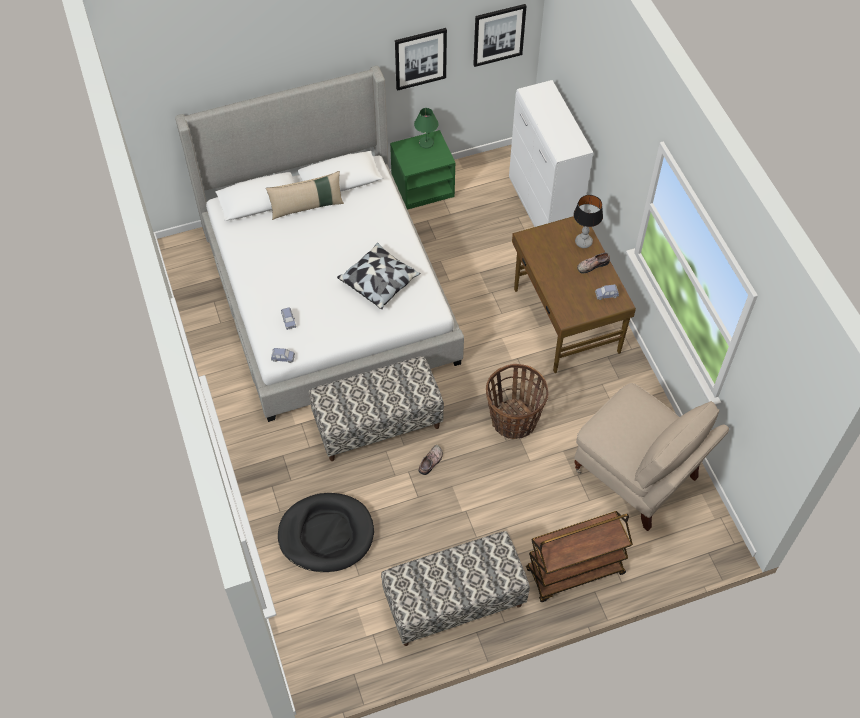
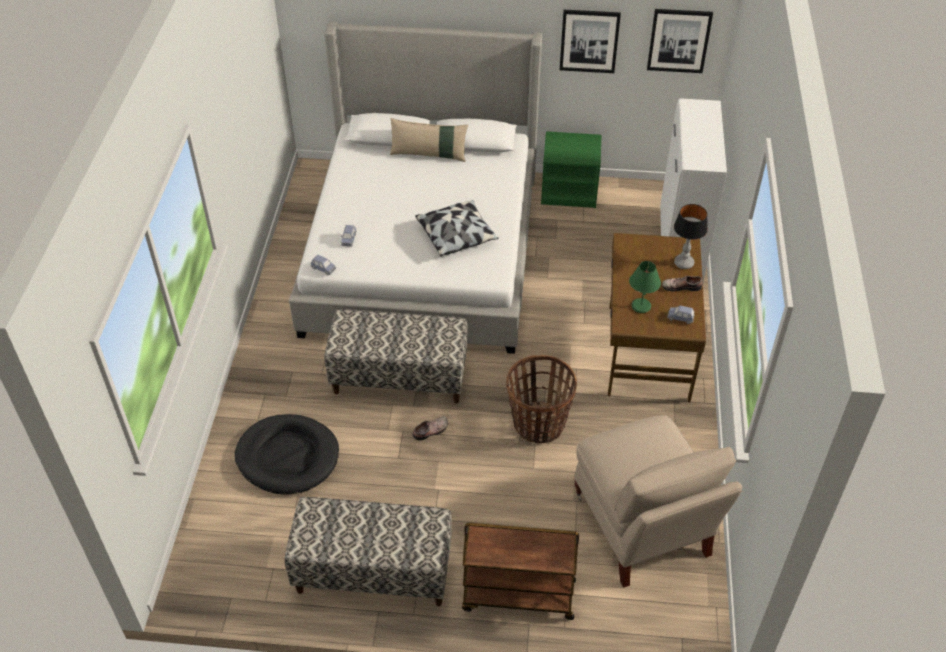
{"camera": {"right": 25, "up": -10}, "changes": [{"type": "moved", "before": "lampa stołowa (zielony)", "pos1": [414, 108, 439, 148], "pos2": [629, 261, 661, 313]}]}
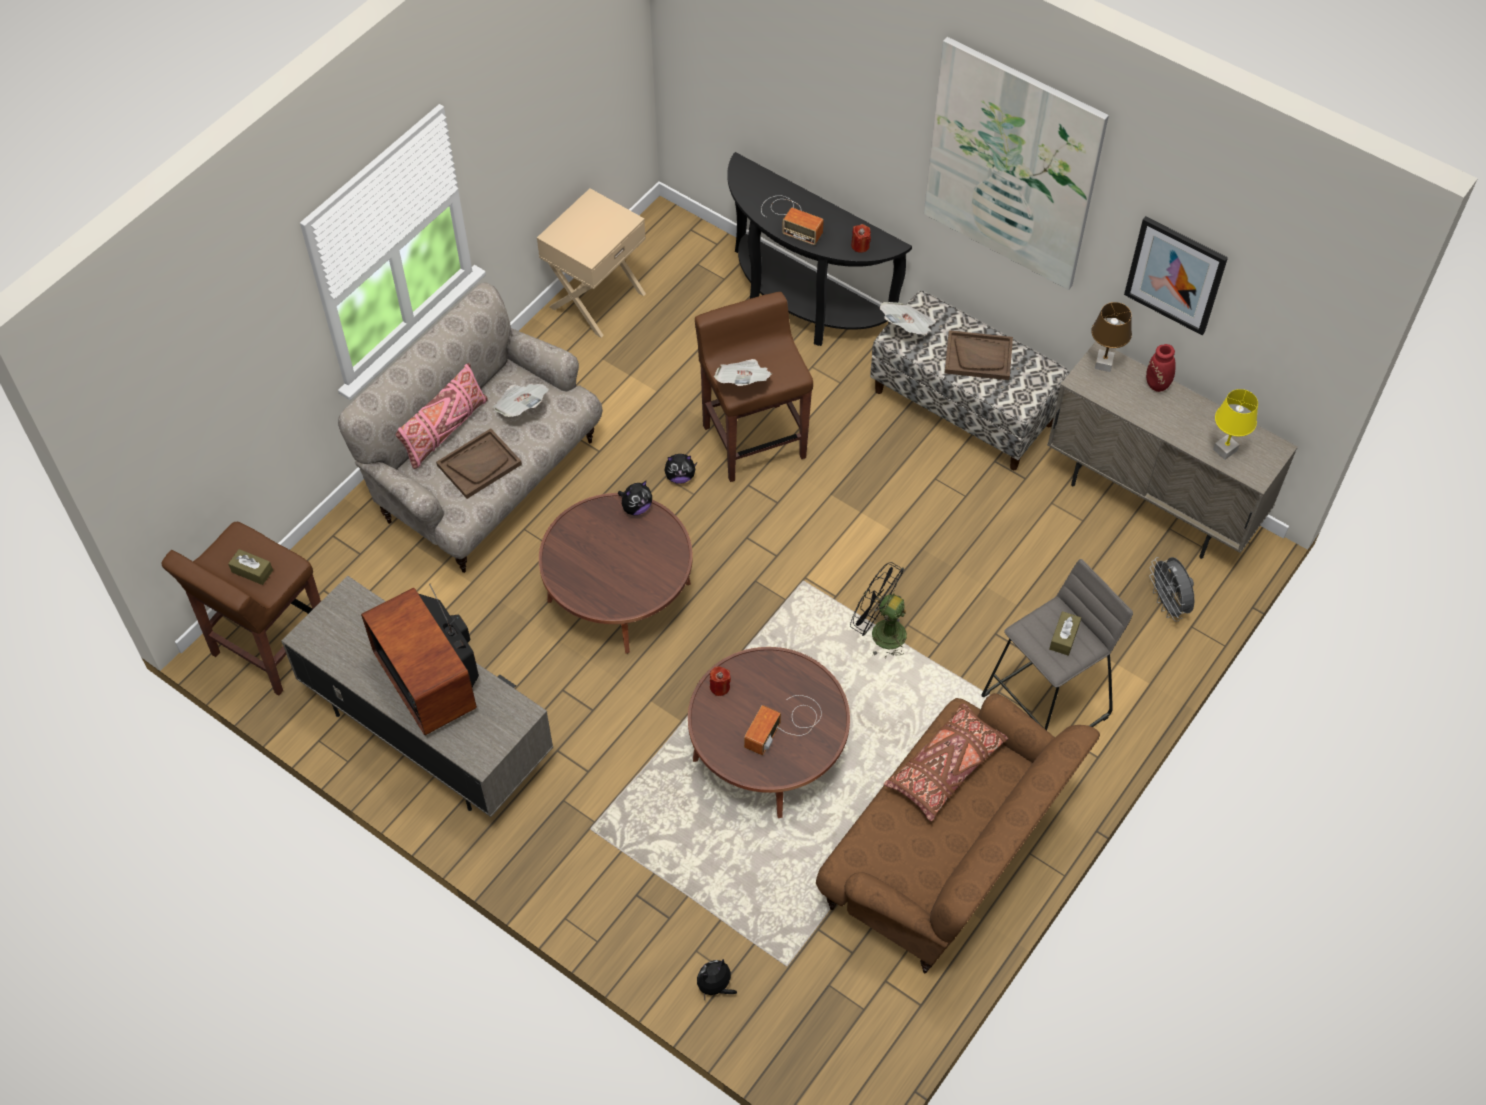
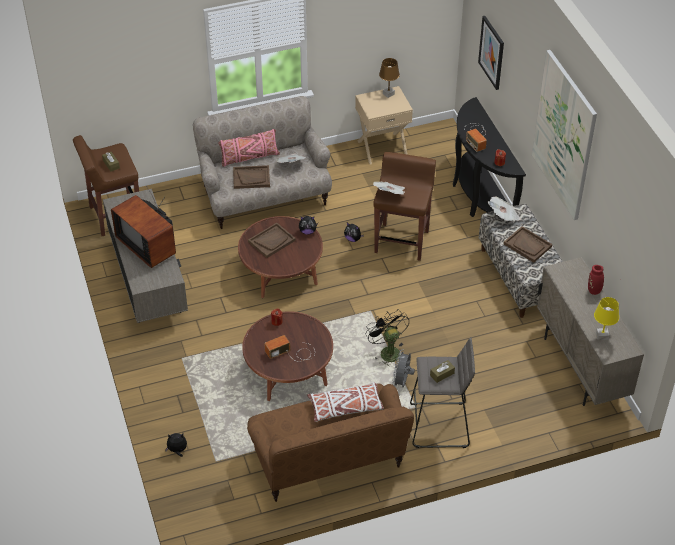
{"camera": {"right": 35, "up": -10}, "changes": [{"type": "turned", "before": "telewizor", "pos1": [361, 584, 479, 735], "pos2": [111, 187, 176, 268], "turn": -45}, {"type": "added", "after": "taca (brązowy)", "pos2": [248, 223, 296, 258]}, {"type": "recoloured", "before": "poduszka (brązowy)", "after": "poduszka (biały)", "pos1": [884, 704, 1008, 821], "pos2": [307, 382, 384, 422]}, {"type": "moved", "before": "lampa stołowa (brązowy)", "pos1": [1091, 302, 1132, 372], "pos2": [379, 58, 400, 98]}, {"type": "moved", "before": "wentylator (szary)", "pos1": [1149, 557, 1195, 622], "pos2": [392, 349, 415, 387]}, {"type": "moved", "before": "obraz", "pos1": [1124, 216, 1228, 335], "pos2": [478, 16, 504, 90]}]}
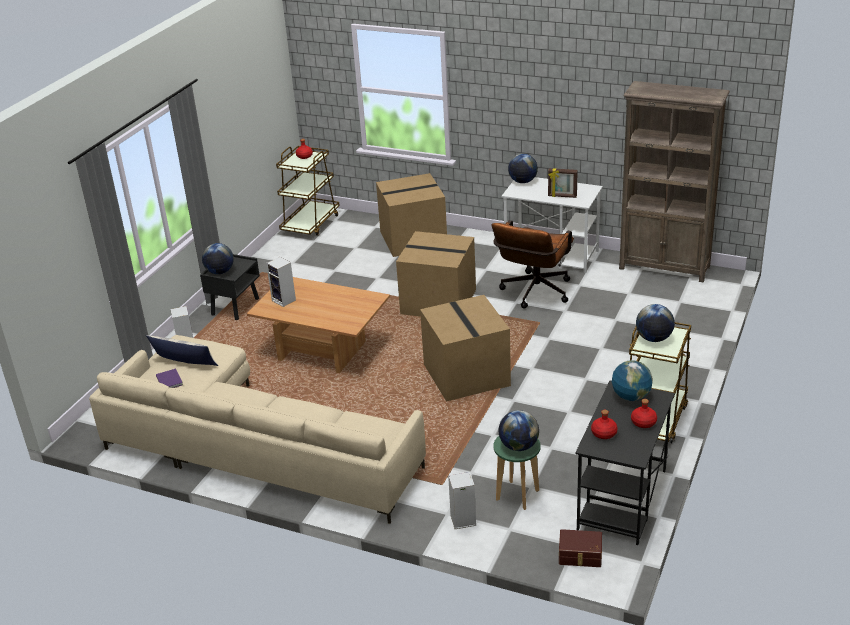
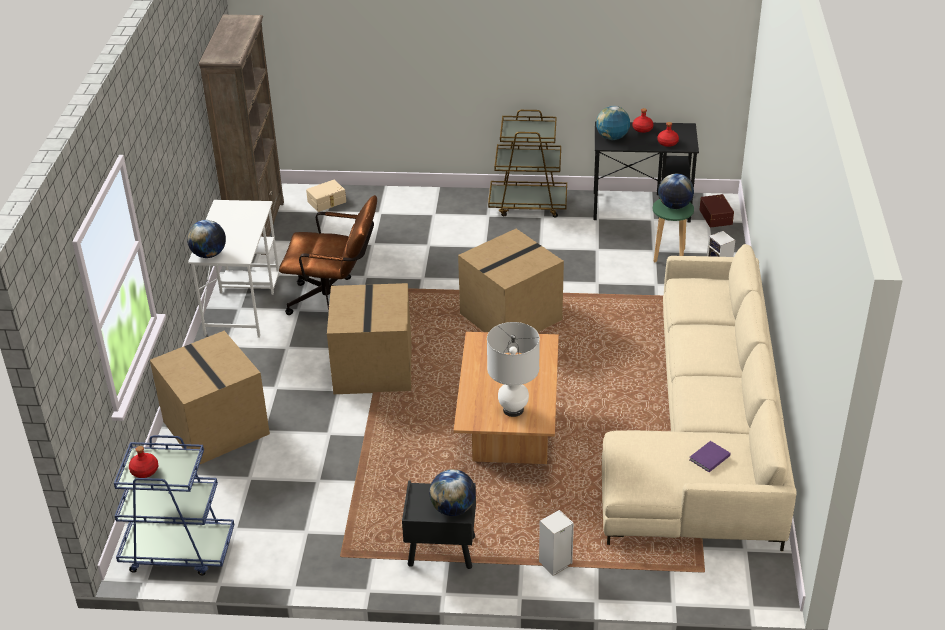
{"camera": {"right": -110, "up": 5}, "changes": [{"type": "recoloured", "before": "wózek (brązowy)", "after": "wózek (niebieski)", "pos1": [276, 146, 340, 236], "pos2": [114, 435, 234, 576]}, {"type": "added", "after": "pojemnik do przechowywania (beżowy)", "pos2": [306, 180, 346, 212]}, {"type": "replaced", "before": "głośnik", "after": "lampa stołowa (biały)", "pos1": [266, 257, 296, 307], "pos2": [487, 322, 540, 417]}, {"type": "removed", "before": "poduszka", "pos1": [146, 335, 218, 366]}, {"type": "removed", "before": "ramka na zdjęcie", "pos1": [548, 168, 578, 198]}, {"type": "removed", "before": "globus", "pos1": [636, 304, 675, 342]}]}
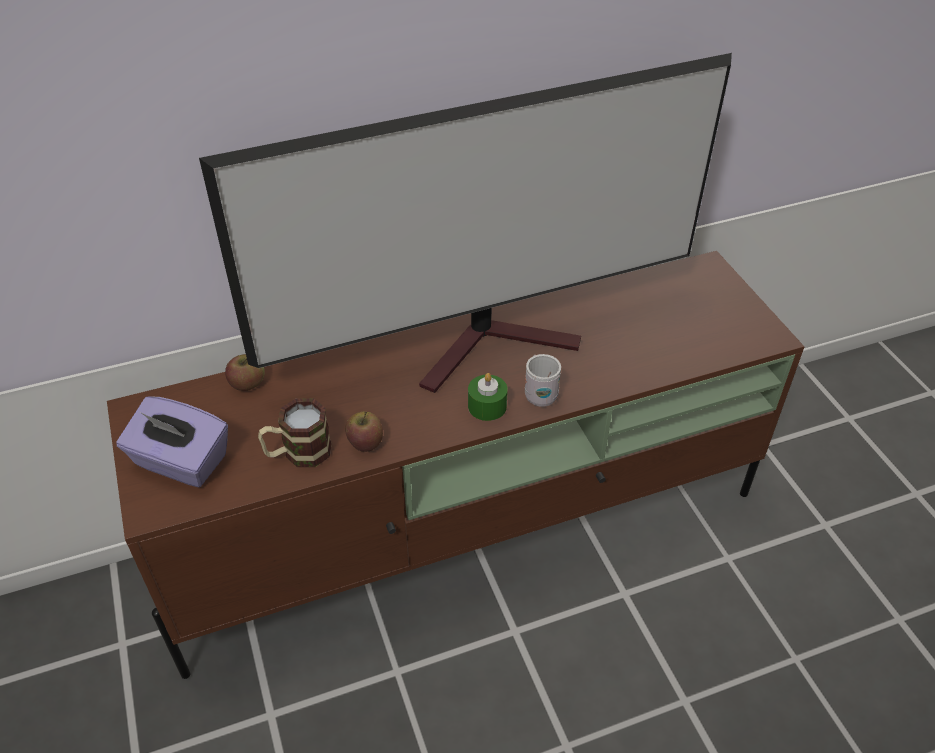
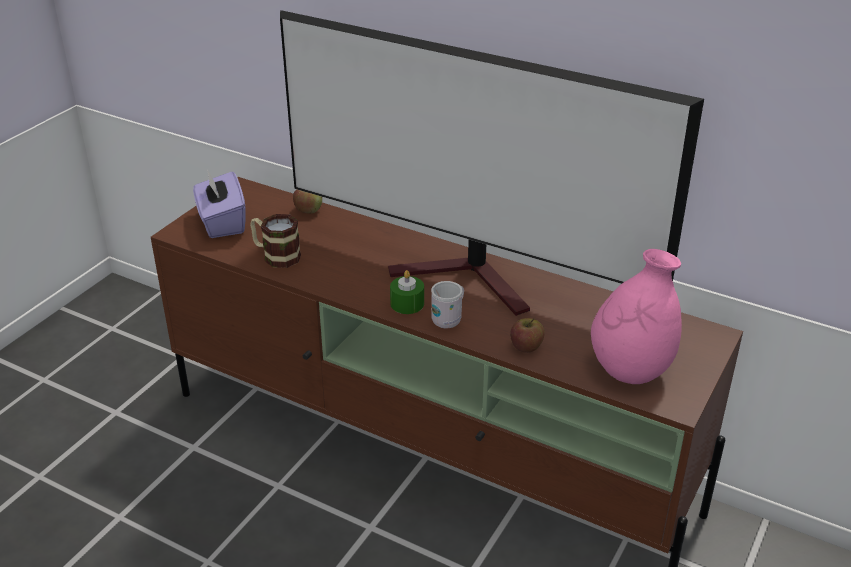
{"camera": {"right": 50, "up": -10}, "changes": [{"type": "moved", "before": "jabłko", "pos1": [345, 412, 383, 452], "pos2": [510, 318, 545, 353]}, {"type": "added", "after": "wazon (różowy)", "pos2": [591, 249, 682, 384]}]}
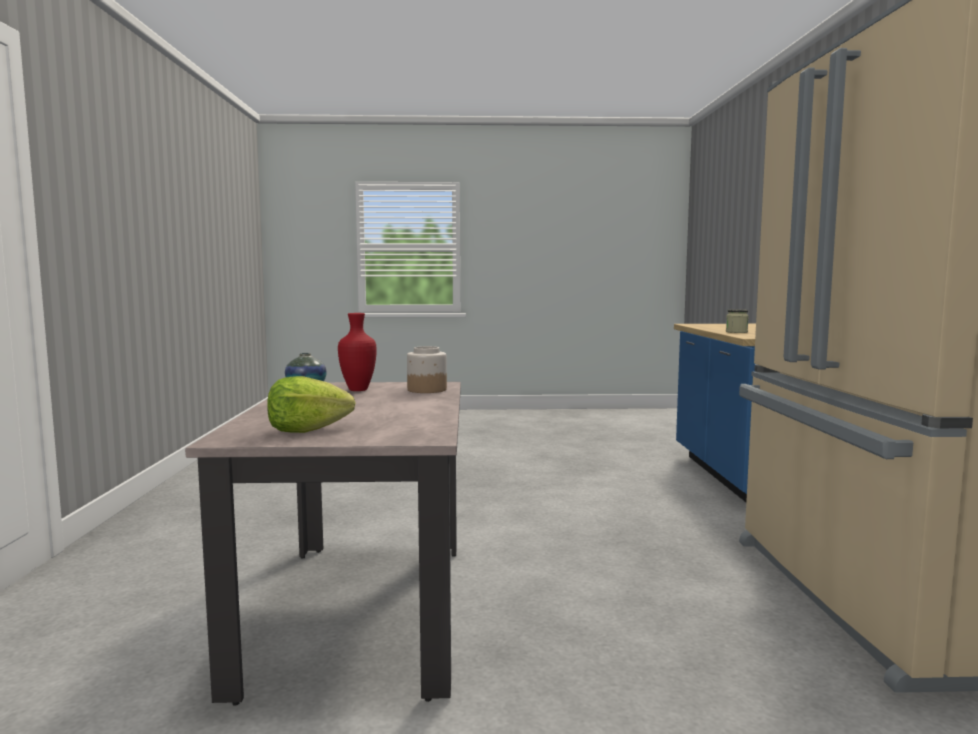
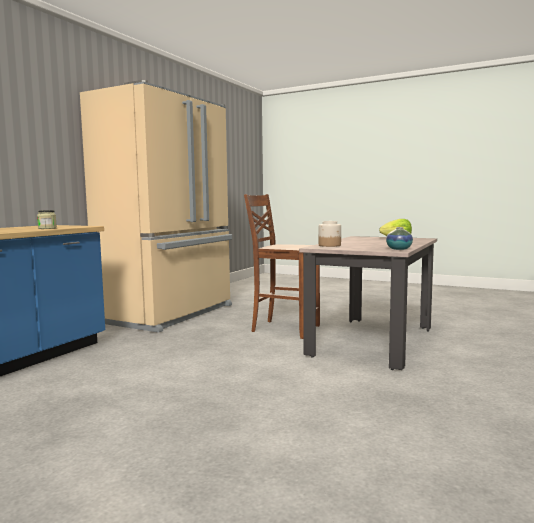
{"camera": {"right": -150, "up": 0}, "changes": [{"type": "added", "after": "krzesło (brązowy)", "pos2": [244, 194, 320, 339]}, {"type": "removed", "before": "wazon (czerwony)", "pos1": [338, 313, 377, 391]}]}
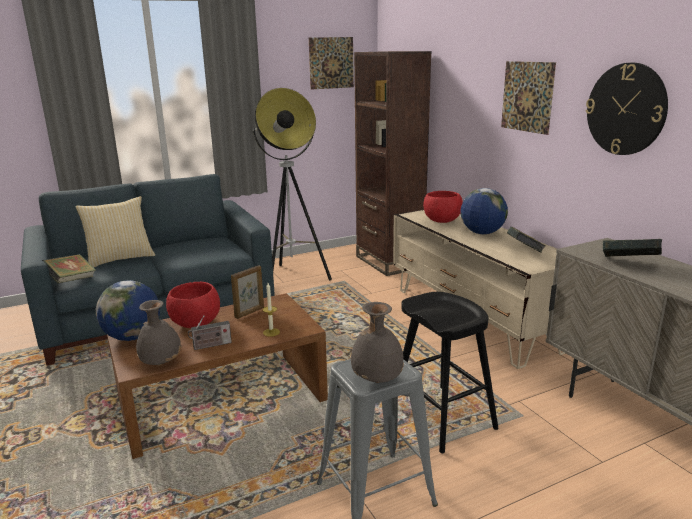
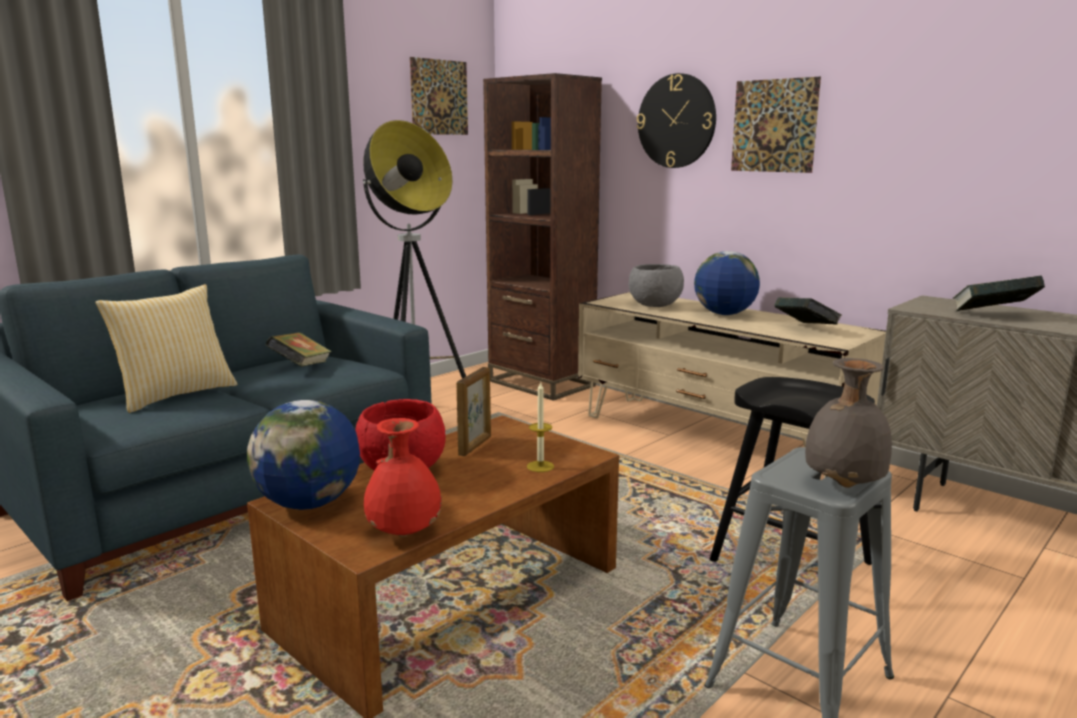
{"camera": {"right": -20, "up": -5}, "changes": [{"type": "moved", "before": "książka", "pos1": [42, 254, 96, 283], "pos2": [265, 332, 332, 367]}, {"type": "recoloured", "before": "wazon (szary)", "after": "wazon (czerwony)", "pos1": [136, 300, 182, 366], "pos2": [364, 418, 442, 537]}, {"type": "recoloured", "before": "miska (czerwony)", "after": "miska (szary)", "pos1": [423, 191, 463, 223], "pos2": [629, 264, 684, 307]}, {"type": "moved", "before": "zegar ścienny", "pos1": [586, 63, 668, 155], "pos2": [637, 73, 716, 168]}, {"type": "removed", "before": "radio", "pos1": [188, 316, 232, 350]}]}
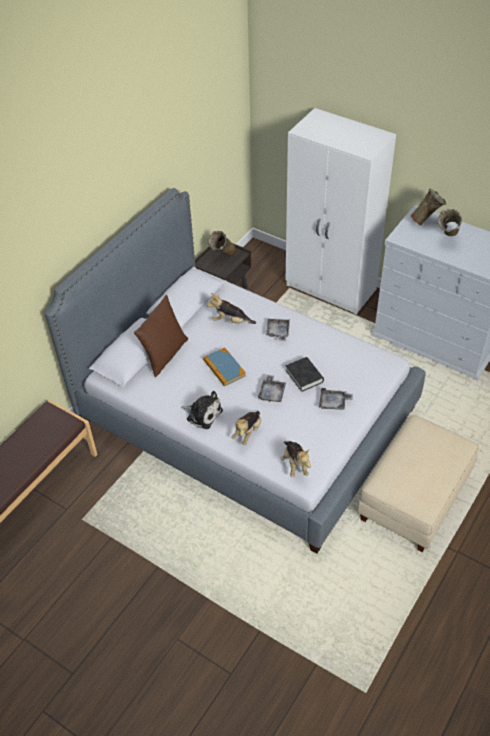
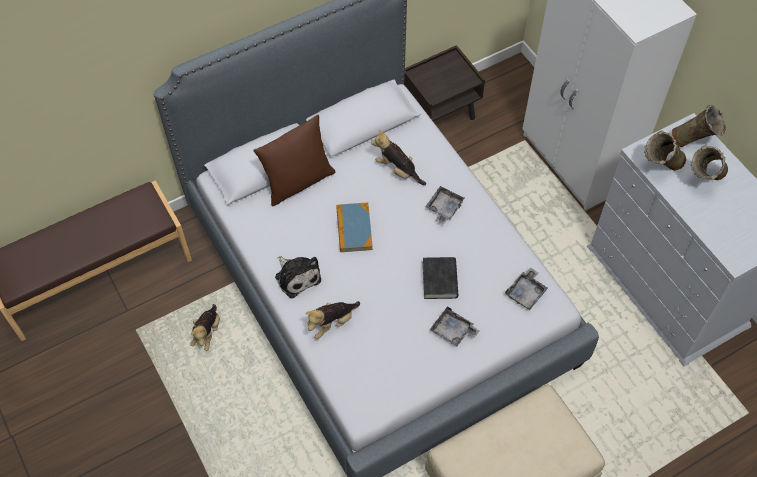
{"camera": {"right": 25, "up": 10}, "changes": [{"type": "moved", "before": "pluszak", "pos1": [281, 441, 311, 477], "pos2": [190, 304, 220, 351]}, {"type": "moved", "before": "taca (szary)", "pos1": [258, 375, 286, 402], "pos2": [505, 267, 548, 310]}, {"type": "moved", "before": "wazon (beżowy)", "pos1": [208, 231, 236, 255], "pos2": [644, 130, 686, 171]}]}
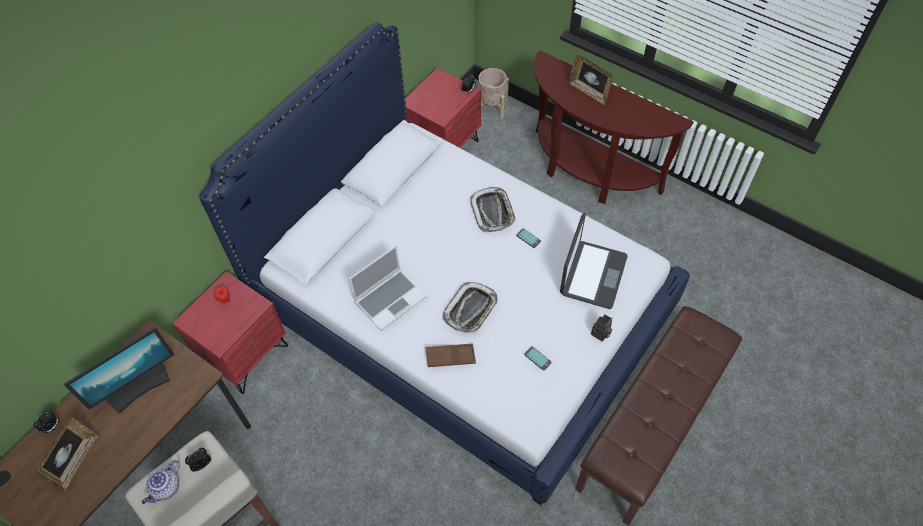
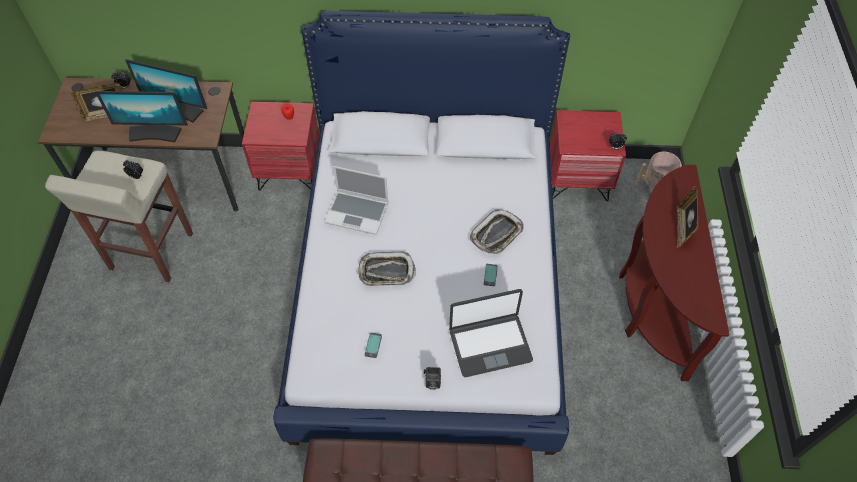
{"camera": {"right": 55, "up": 0}, "changes": [{"type": "added", "after": "monitor", "pos2": [95, 91, 188, 142]}, {"type": "removed", "before": "imbryk", "pos1": [142, 460, 180, 504]}, {"type": "removed", "before": "taca (brązowy)", "pos1": [426, 344, 476, 367]}]}
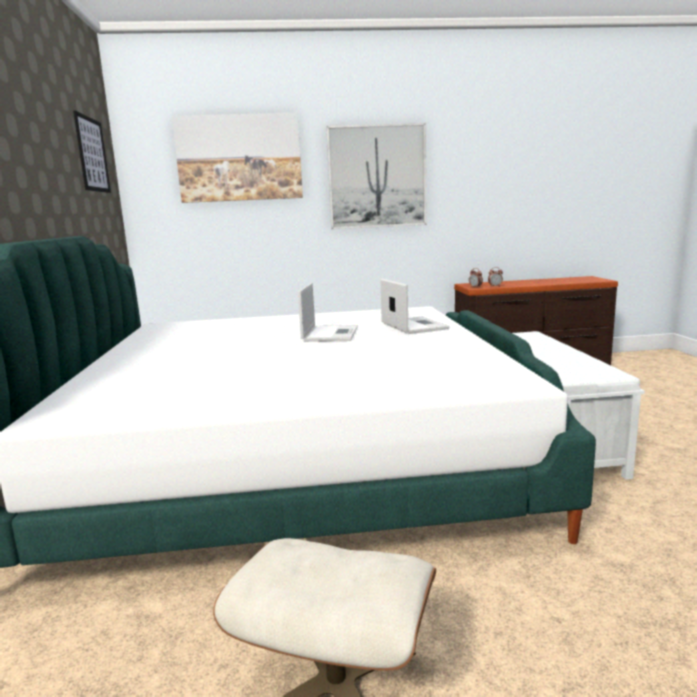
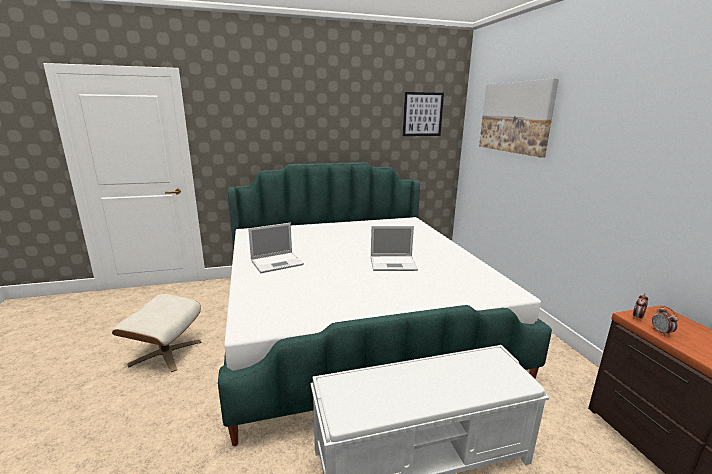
{"camera": {"right": 80, "up": 5}, "changes": [{"type": "moved", "before": "laptop", "pos1": [380, 279, 450, 334], "pos2": [248, 223, 304, 273]}, {"type": "removed", "before": "obraz", "pos1": [326, 123, 427, 229]}]}
